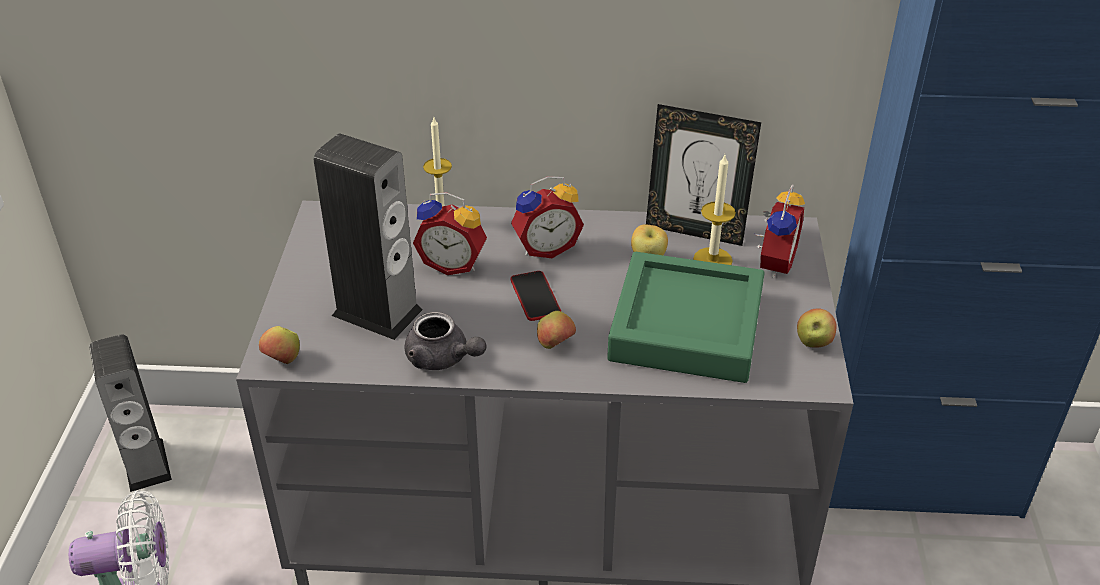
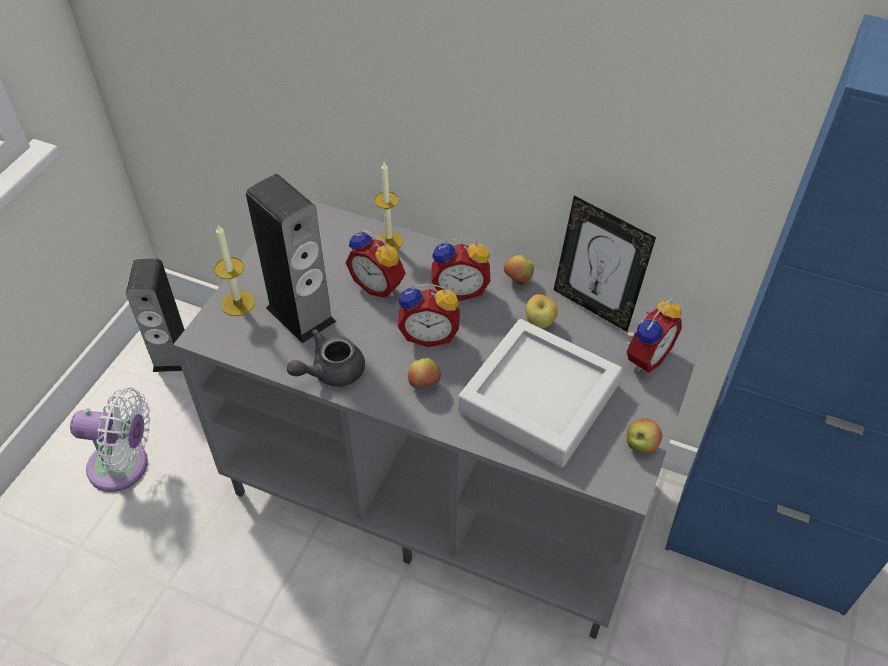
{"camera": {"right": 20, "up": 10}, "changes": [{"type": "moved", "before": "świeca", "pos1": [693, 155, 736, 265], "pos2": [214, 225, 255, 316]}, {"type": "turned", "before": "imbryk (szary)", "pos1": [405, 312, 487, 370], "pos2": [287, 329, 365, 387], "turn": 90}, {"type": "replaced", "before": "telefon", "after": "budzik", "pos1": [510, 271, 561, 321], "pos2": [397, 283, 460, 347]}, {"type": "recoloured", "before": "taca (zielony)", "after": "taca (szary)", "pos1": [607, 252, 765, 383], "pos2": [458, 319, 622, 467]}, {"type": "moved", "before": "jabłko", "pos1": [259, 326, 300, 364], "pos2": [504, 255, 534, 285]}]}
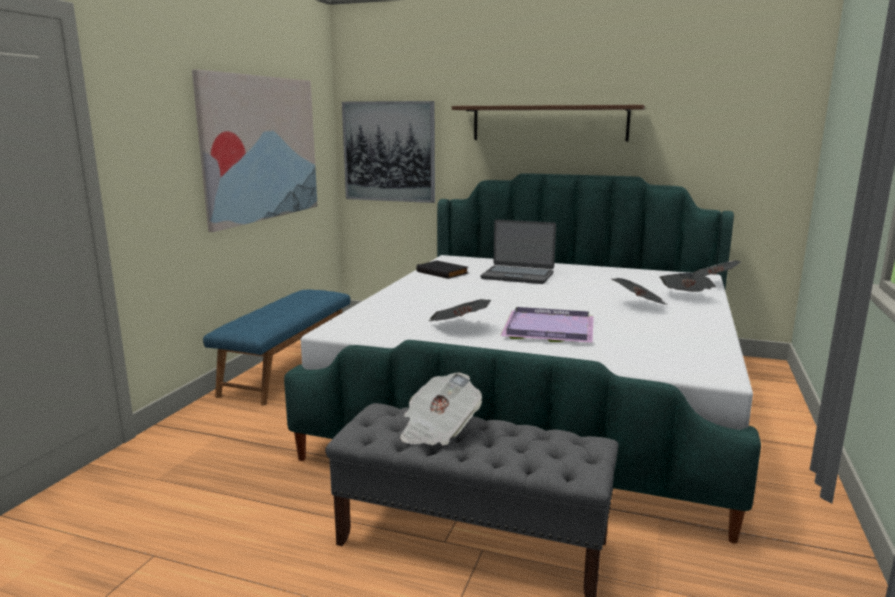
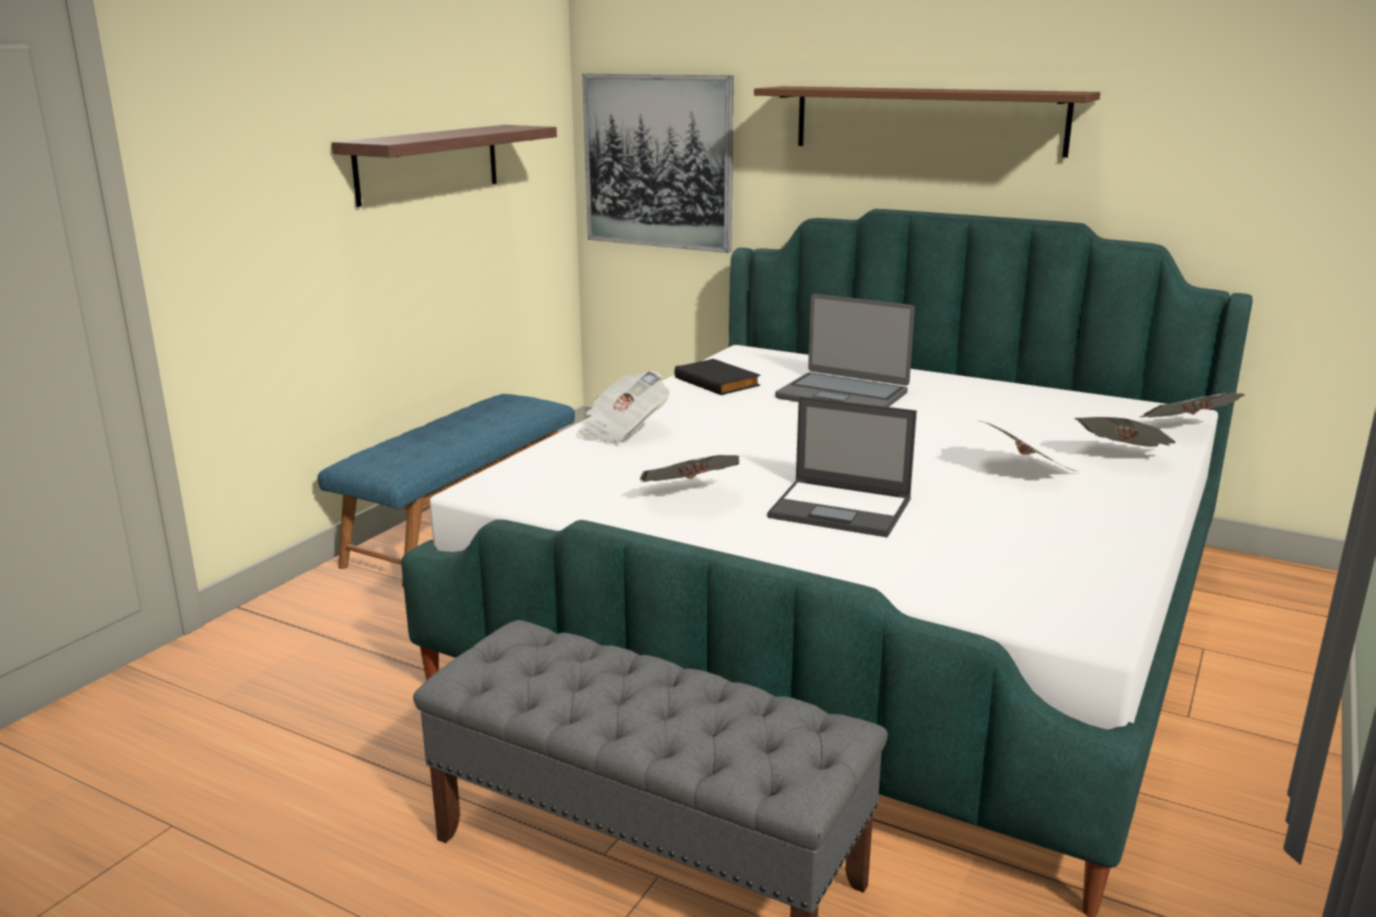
{"camera": {"right": 10, "up": 5}, "changes": [{"type": "replaced", "before": "obraz", "after": "półka", "pos1": [192, 69, 317, 232], "pos2": [331, 125, 557, 207]}, {"type": "moved", "before": "gazeta", "pos1": [400, 373, 482, 445], "pos2": [576, 371, 669, 442]}, {"type": "replaced", "before": "taca (fioletowy)", "after": "laptop", "pos1": [500, 307, 594, 343], "pos2": [767, 396, 917, 538]}]}
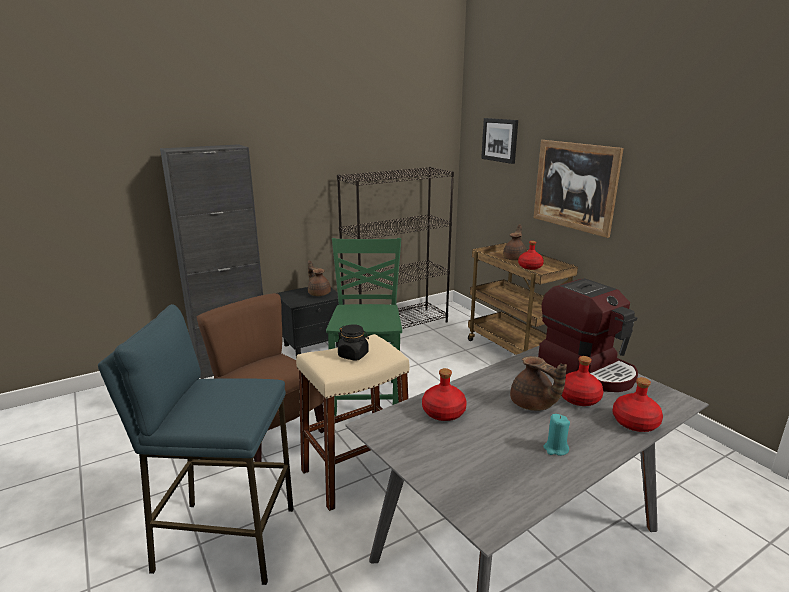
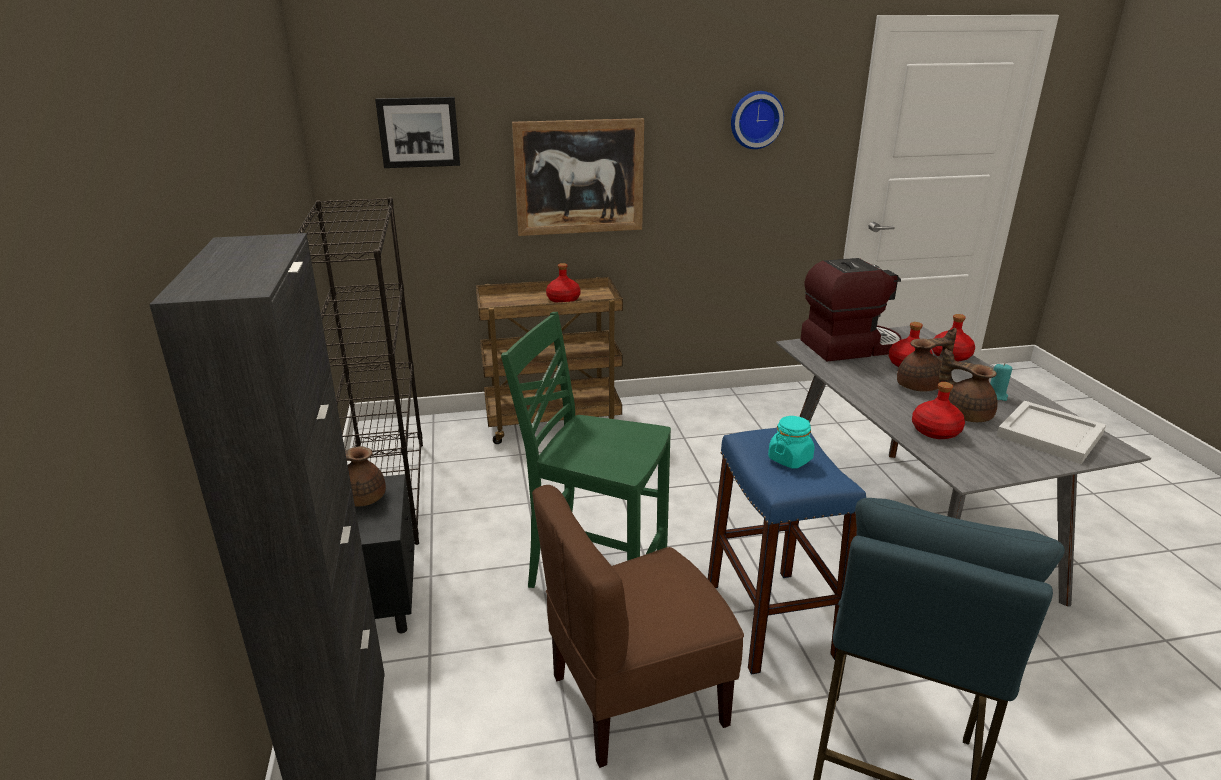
{"camera": {"right": -70, "up": 5}, "changes": [{"type": "recoloured", "before": "stołek (beżowy)", "after": "stołek (niebieski)", "pos1": [296, 334, 409, 511], "pos2": [708, 428, 866, 674]}, {"type": "added", "after": "zegar ścienny", "pos2": [731, 91, 784, 149]}, {"type": "recoloured", "before": "słoik (czarny)", "after": "słoik (turkusowy)", "pos1": [338, 324, 369, 361], "pos2": [768, 416, 815, 469]}, {"type": "moved", "before": "imbryk (brązowy)", "pos1": [503, 224, 527, 260], "pos2": [939, 348, 998, 422]}, {"type": "added", "after": "taca (biały)", "pos2": [997, 401, 1106, 464]}]}
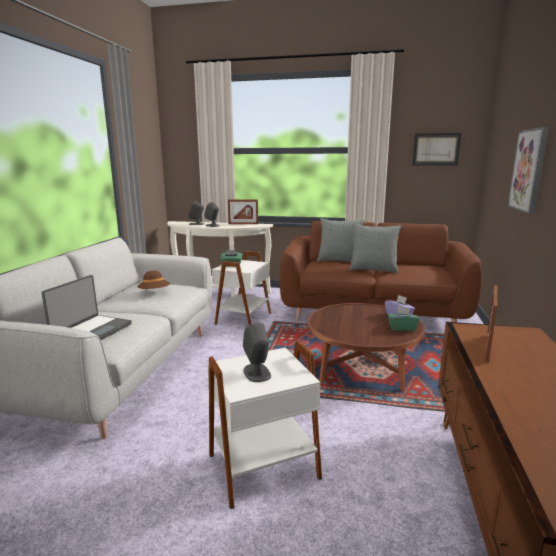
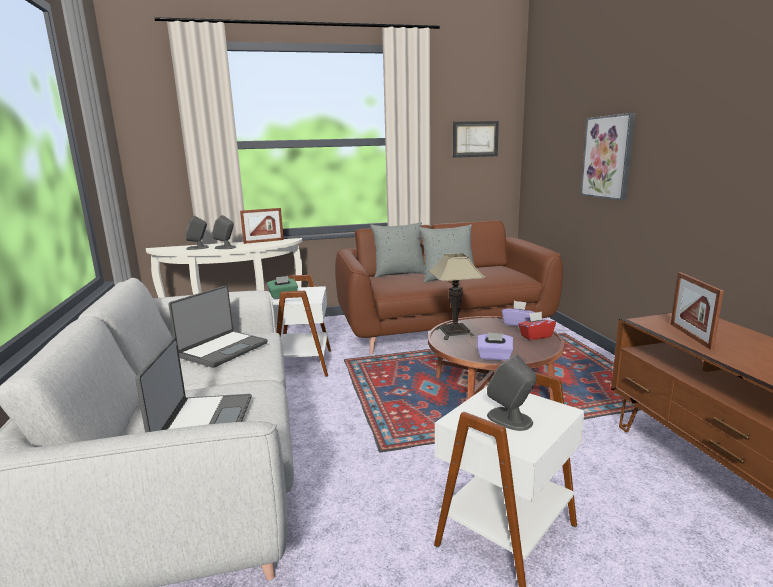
{"camera": {"right": -25, "up": 0}, "changes": [{"type": "replaced", "before": "kapelusz (brązowy)", "after": "laptop", "pos1": [137, 271, 171, 289], "pos2": [169, 285, 268, 368]}, {"type": "added", "after": "lampa stołowa", "pos2": [428, 253, 485, 340]}, {"type": "added", "after": "pudełko chusteczek (fioletowy)", "pos2": [477, 332, 513, 360]}, {"type": "recoloured", "before": "pudełko chusteczek (zielony)", "after": "pudełko chusteczek (czerwony)", "pos1": [388, 306, 420, 331], "pos2": [518, 312, 556, 340]}]}
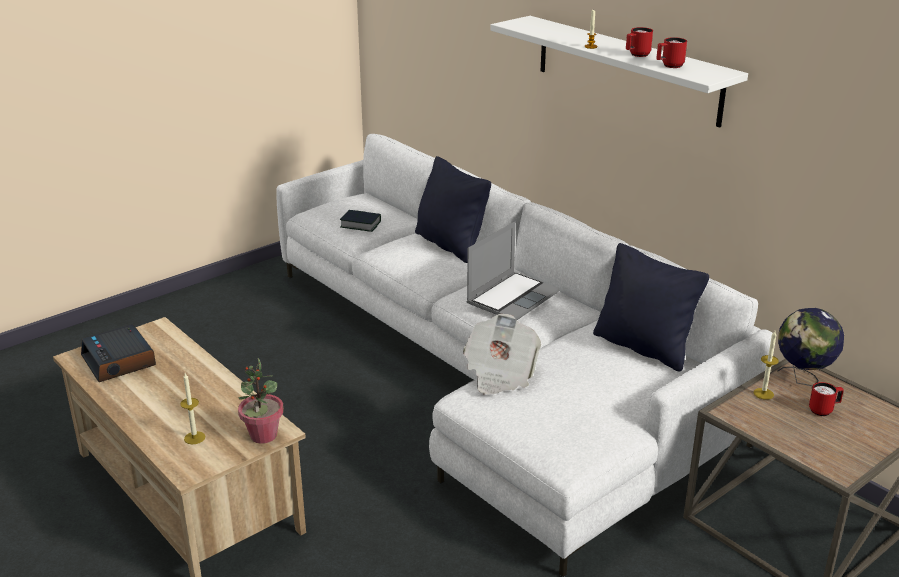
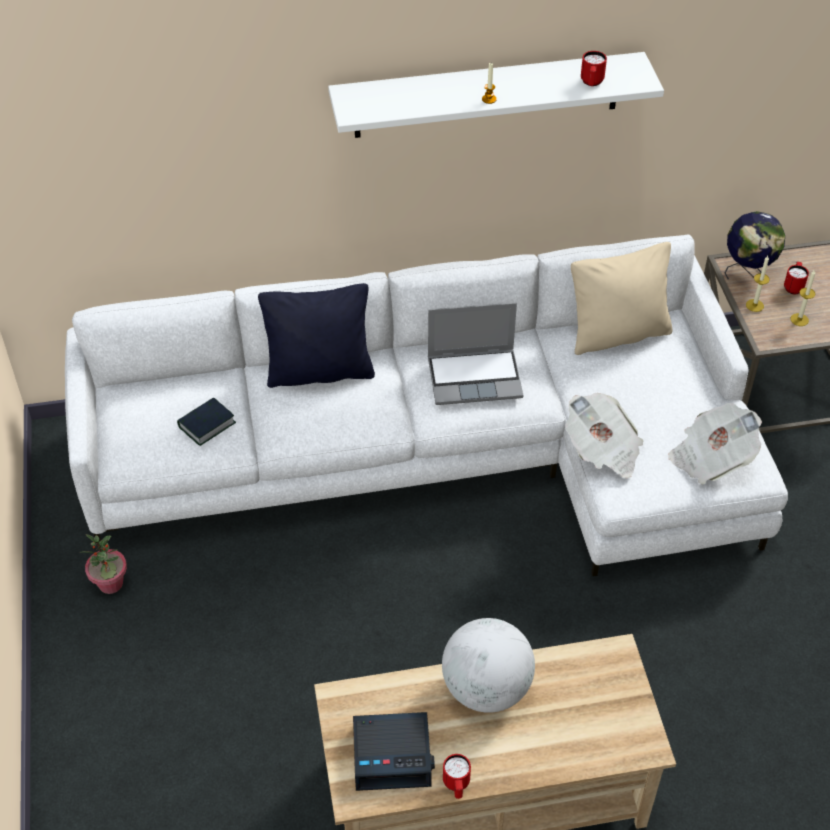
{"camera": {"right": -60, "up": 20}, "changes": [{"type": "moved", "before": "roślina doniczkowa", "pos1": [238, 358, 284, 444], "pos2": [79, 534, 127, 594]}, {"type": "turned", "before": "laptop", "pos1": [467, 222, 560, 320], "pos2": [428, 303, 523, 405], "turn": 105}, {"type": "added", "after": "globus", "pos2": [442, 618, 535, 713]}, {"type": "moved", "before": "kubek (czerwony)", "pos1": [626, 27, 653, 57], "pos2": [443, 754, 471, 799]}, {"type": "recoloured", "before": "poduszka (czarny)", "after": "poduszka (beżowy)", "pos1": [593, 243, 709, 371], "pos2": [571, 242, 672, 355]}, {"type": "added", "after": "gazeta", "pos2": [668, 403, 762, 485]}, {"type": "moved", "before": "świeca", "pos1": [180, 373, 205, 444], "pos2": [790, 270, 815, 326]}]}
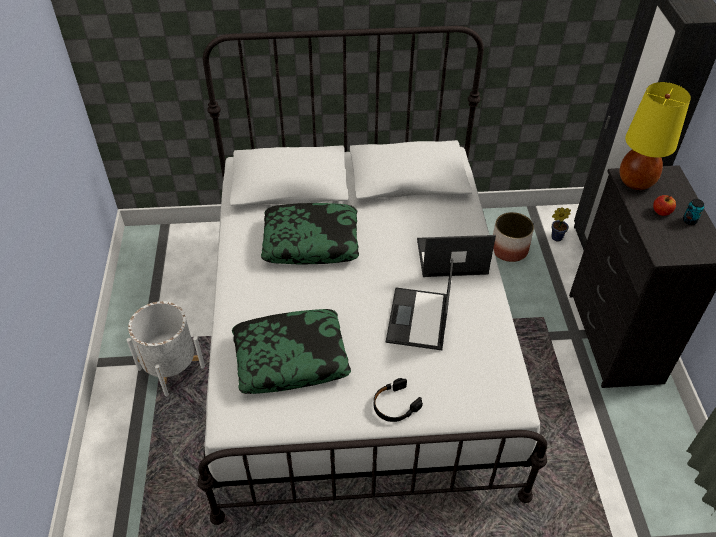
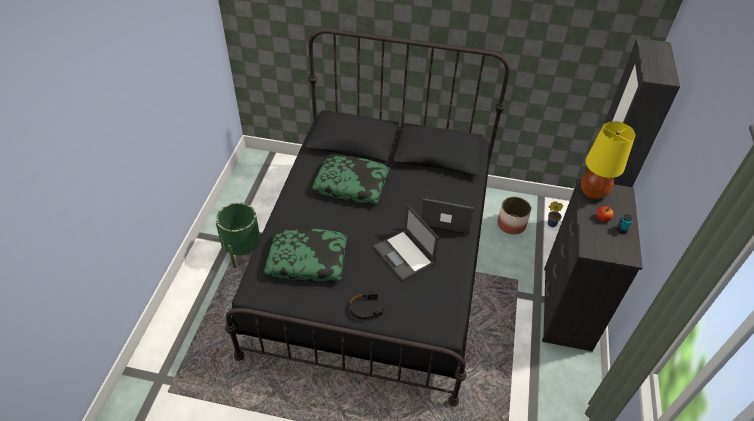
{"camera": {"right": 15, "up": 0}, "changes": [{"type": "recoloured", "before": "donica (biały)", "after": "donica (zielony)", "pos1": [127, 301, 205, 396], "pos2": [216, 202, 262, 268]}, {"type": "recoloured", "before": "łóżko (biały)", "after": "łóżko (czarny)", "pos1": [197, 26, 547, 525], "pos2": [225, 29, 510, 406]}, {"type": "turned", "before": "laptop", "pos1": [386, 258, 453, 350], "pos2": [373, 204, 439, 281], "turn": -60}]}
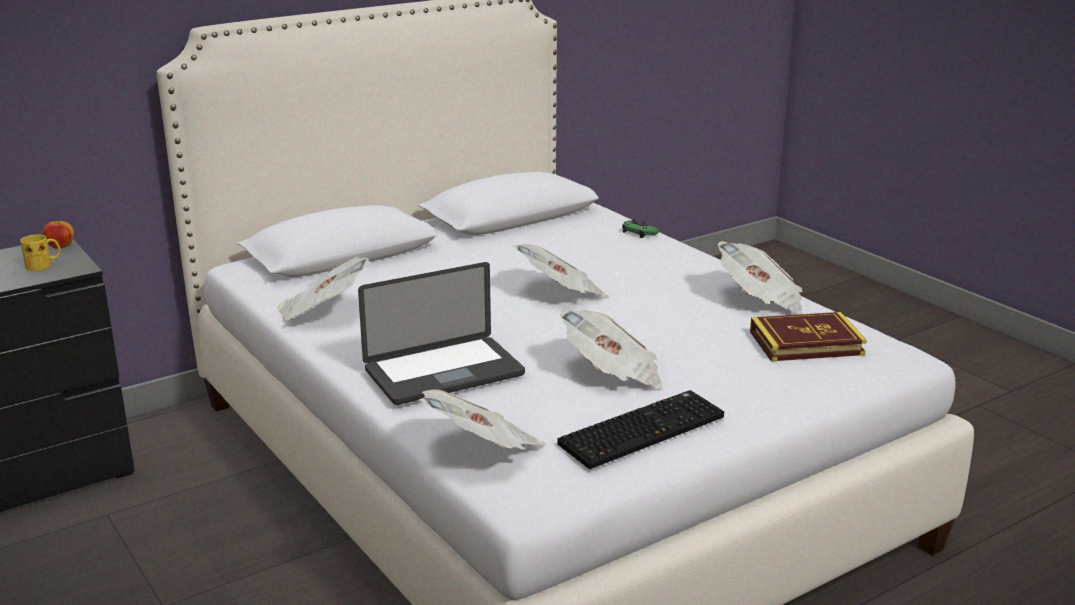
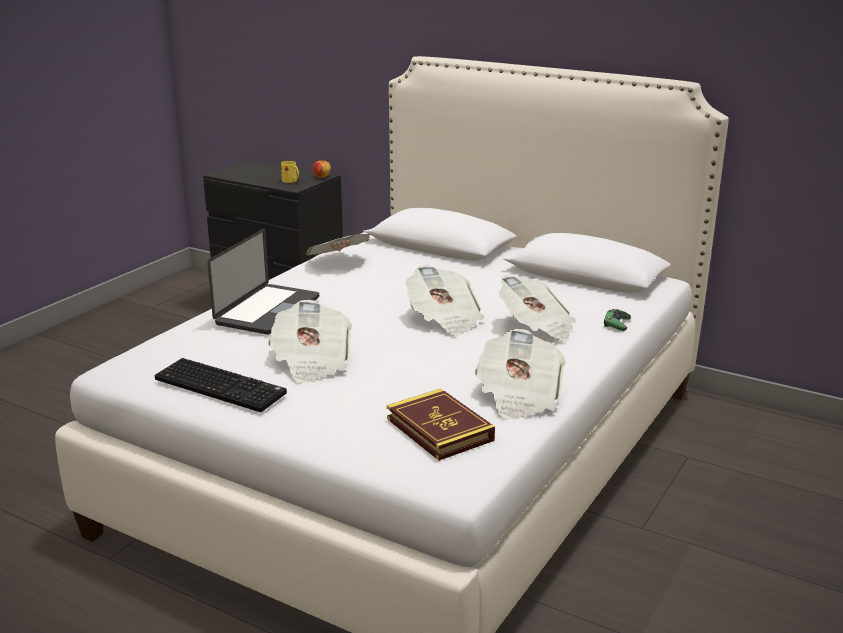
{"camera": {"right": 65, "up": 0}, "changes": [{"type": "turned", "before": "laptop", "pos1": [358, 262, 525, 405], "pos2": [207, 228, 319, 335], "turn": -105}, {"type": "moved", "before": "gazeta", "pos1": [419, 389, 545, 450], "pos2": [499, 275, 576, 342]}]}
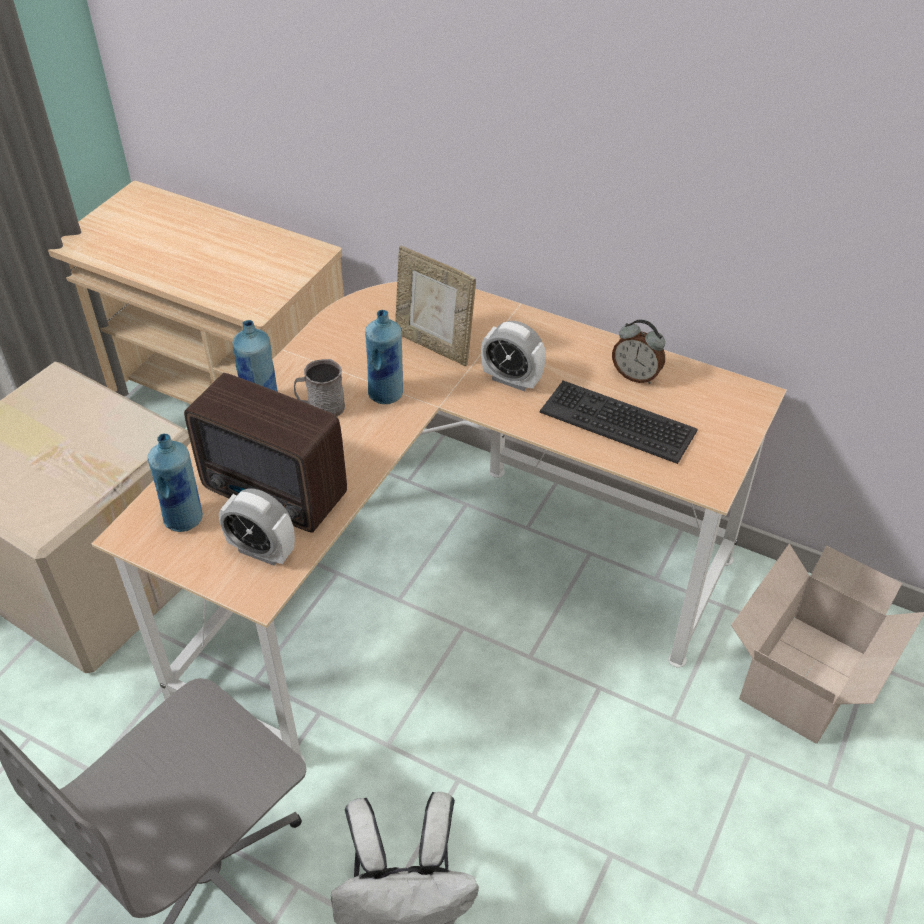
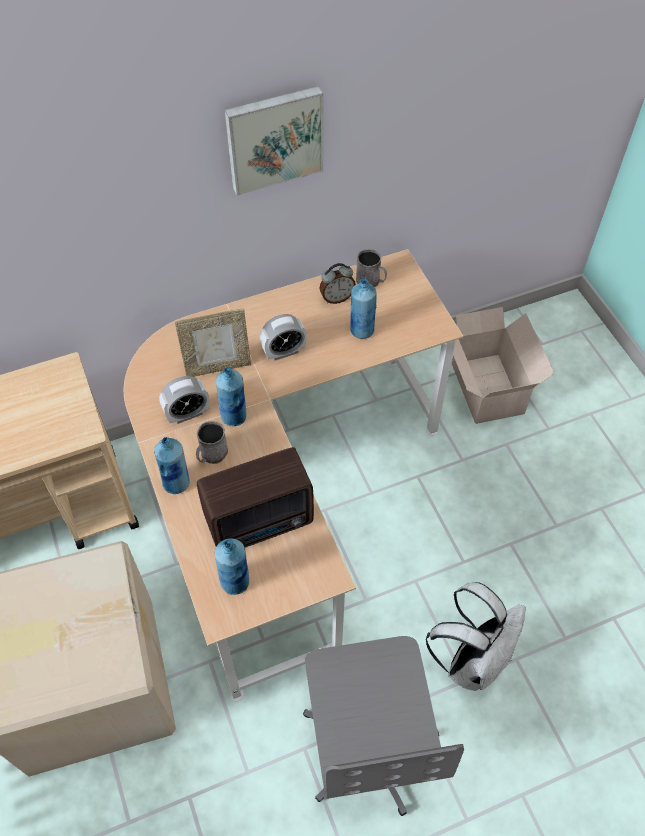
{"camera": {"right": -50, "up": 10}, "changes": [{"type": "moved", "before": "budzik", "pos1": [219, 488, 295, 566], "pos2": [159, 376, 210, 424]}, {"type": "added", "after": "obraz", "pos2": [224, 86, 323, 195]}, {"type": "replaced", "before": "klawiatura", "after": "butelka (niebieski)", "pos1": [539, 381, 698, 464], "pos2": [350, 278, 377, 339]}, {"type": "added", "after": "kubek (szary)", "pos2": [356, 249, 387, 287]}]}
